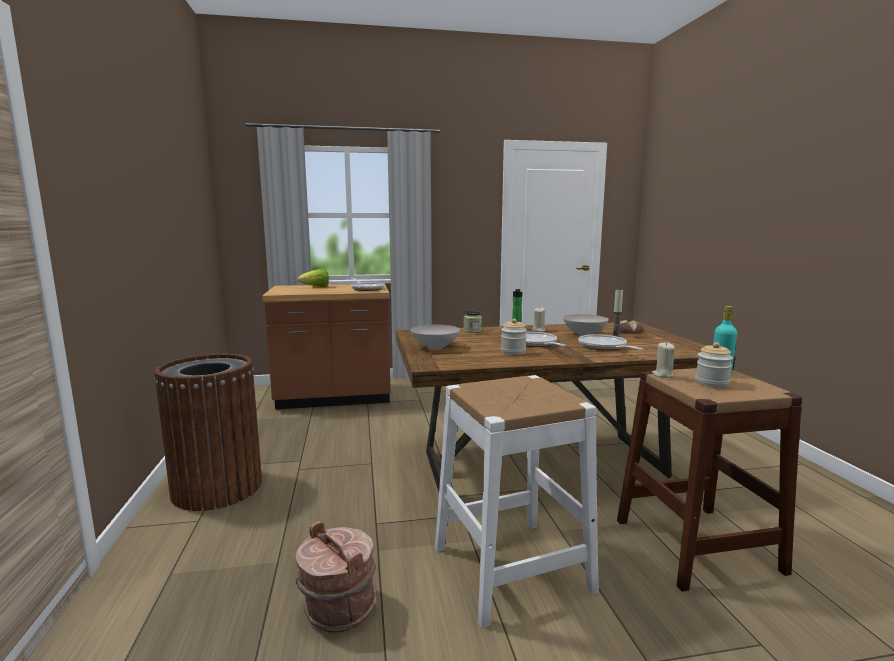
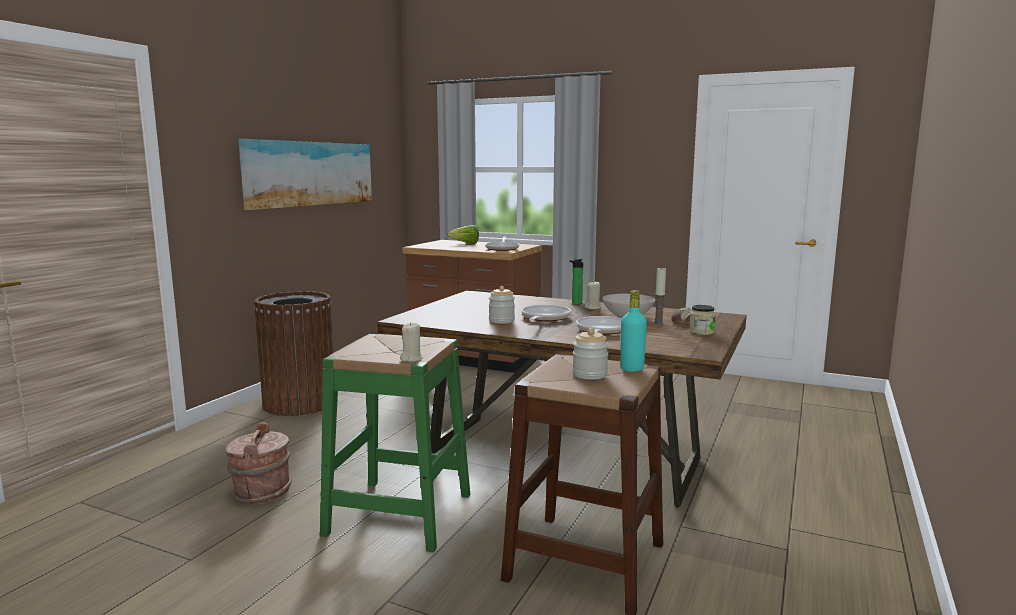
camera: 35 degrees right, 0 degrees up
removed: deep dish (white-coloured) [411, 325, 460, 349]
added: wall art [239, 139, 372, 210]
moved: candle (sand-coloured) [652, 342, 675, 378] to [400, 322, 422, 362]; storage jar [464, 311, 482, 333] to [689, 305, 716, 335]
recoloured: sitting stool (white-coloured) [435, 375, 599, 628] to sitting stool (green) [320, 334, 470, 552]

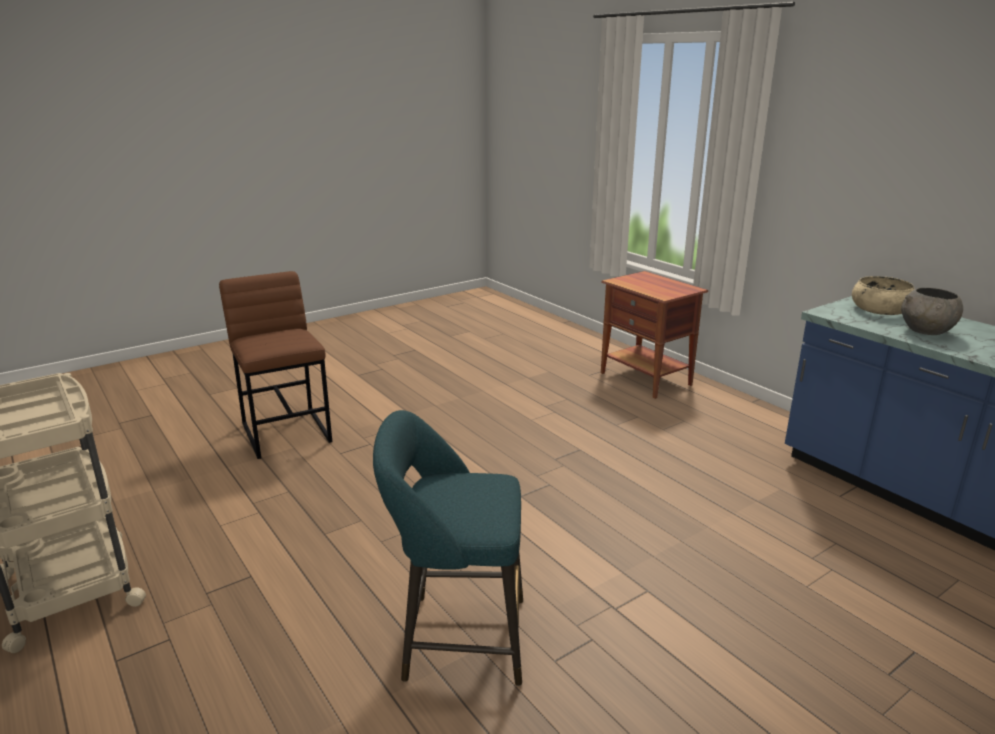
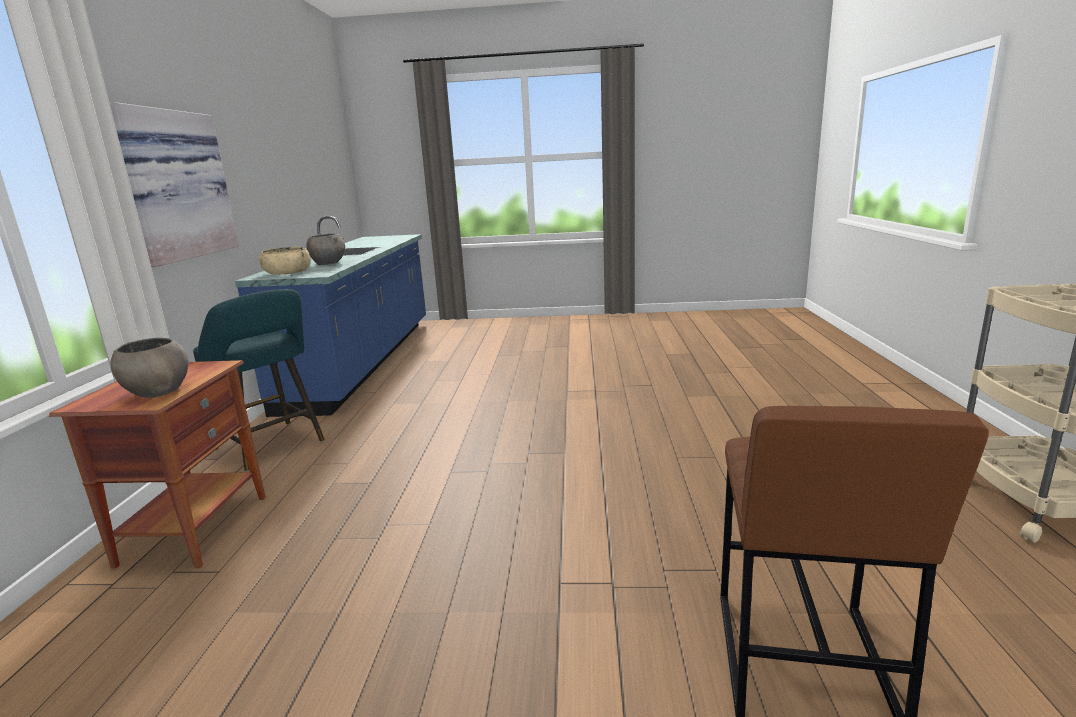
camera: 140 degrees left, 5 degrees down
added: wall art [109, 102, 239, 267]; deep dish (grey) [110, 338, 189, 398]
moved: sitting stool (blue-green) [373, 410, 523, 686] to [193, 289, 324, 471]

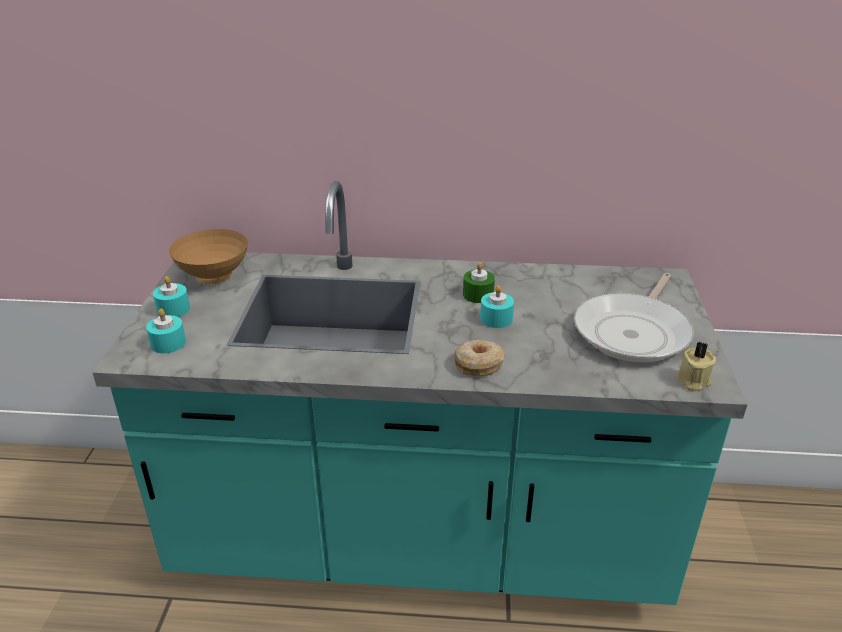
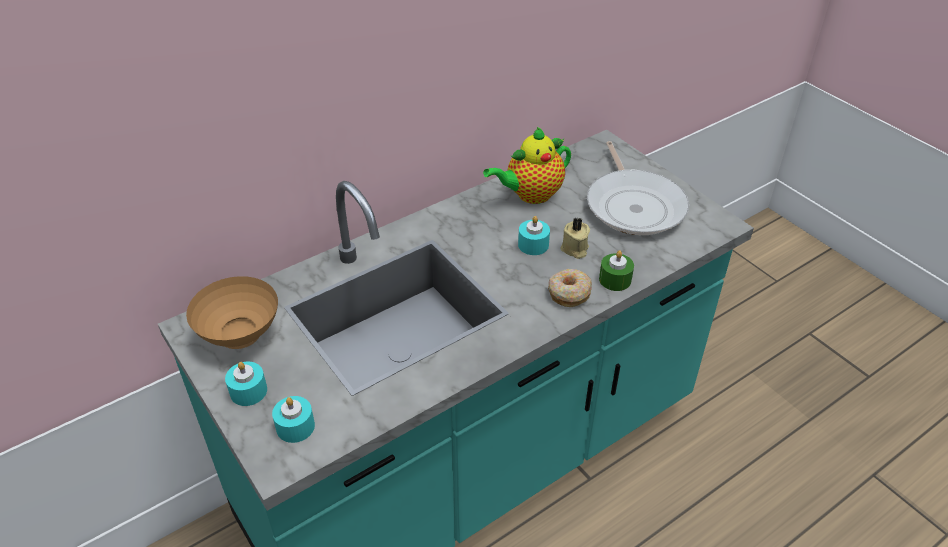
camera: 40 degrees left, 10 degrees up
added: pot for tea [483, 127, 571, 204]
moved: candle (sand-coloured) [676, 342, 716, 391] to [561, 217, 590, 259]; candle (green) [463, 262, 495, 303] to [599, 250, 634, 291]

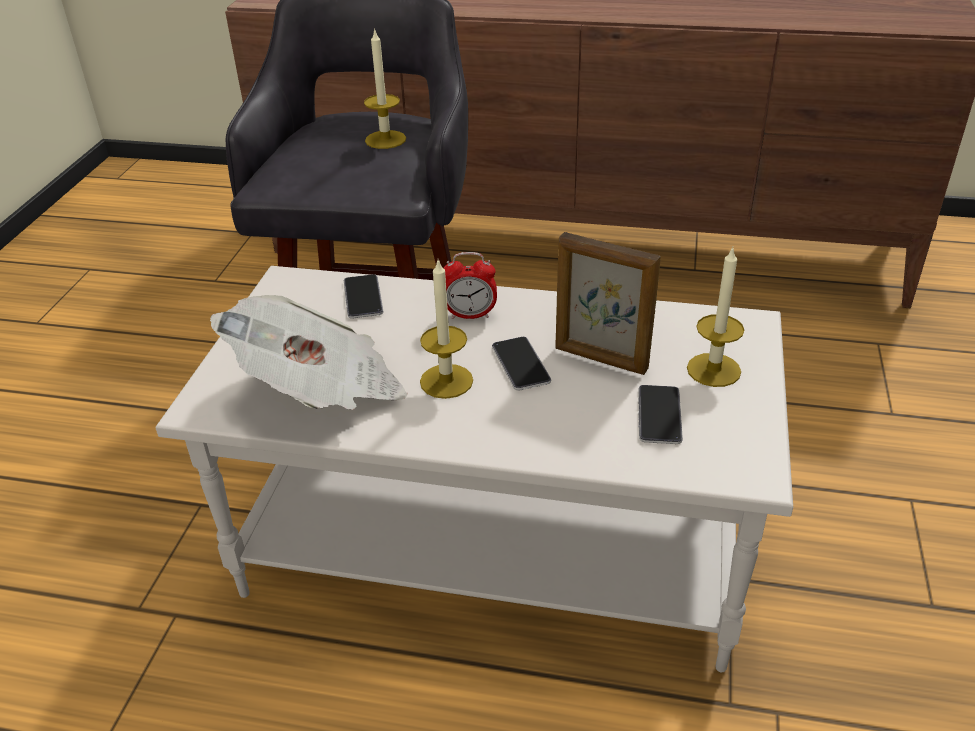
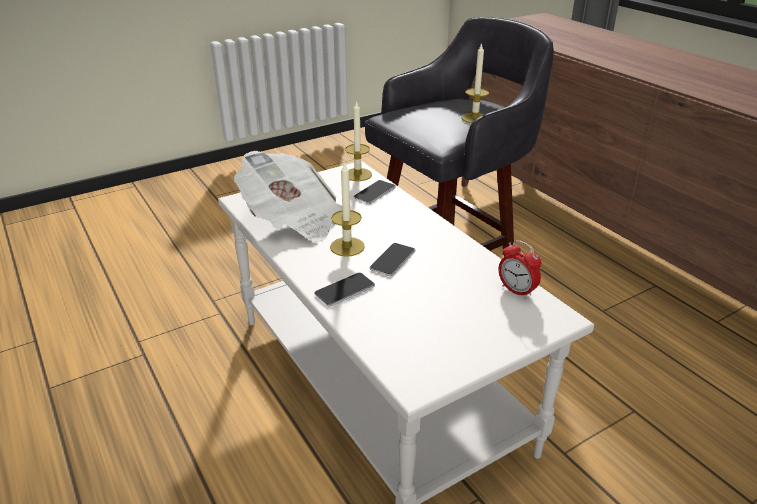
camera: 45 degrees right, 5 degrees down
removed: photo frame [556, 232, 661, 375]
moved: telephone [638, 385, 683, 444] to [314, 273, 375, 306]; candle [687, 247, 744, 387] to [345, 100, 372, 181]; bedside clock [444, 252, 497, 319] to [498, 240, 541, 299]

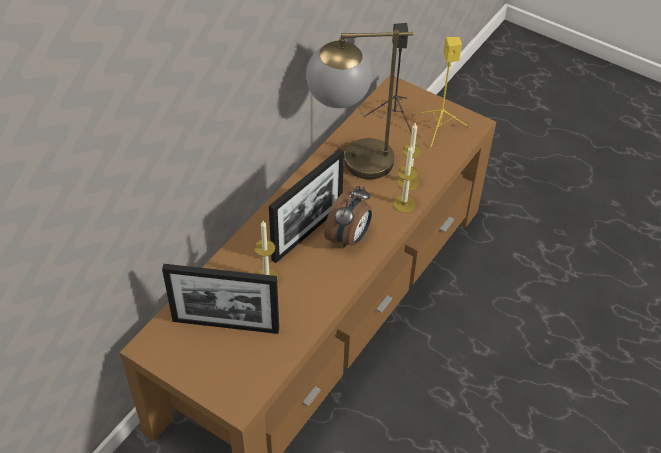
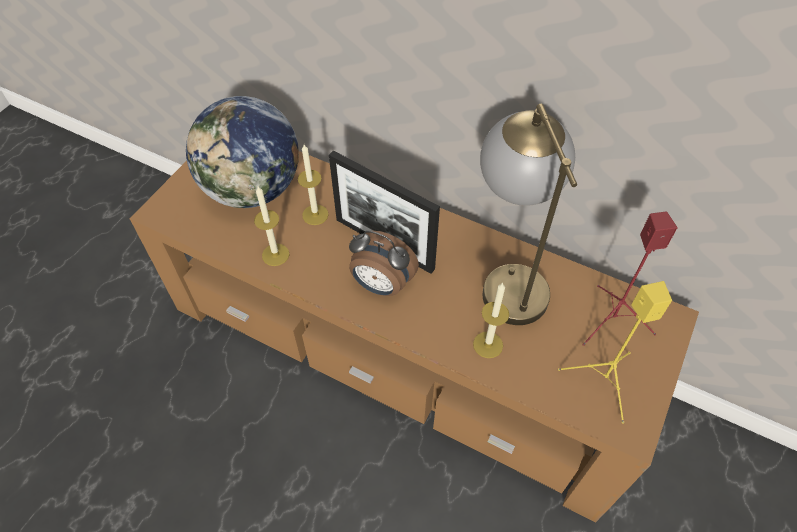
camera: 85 degrees right, 5 degrees up
moved: candle [393, 145, 418, 213] to [254, 186, 289, 266]
replaced: photo frame [162, 264, 279, 334] to desk globe [186, 96, 299, 208]
recoloured: loudspeaker (black) [364, 23, 412, 134] to loudspeaker (red-coloured) [583, 211, 678, 346]

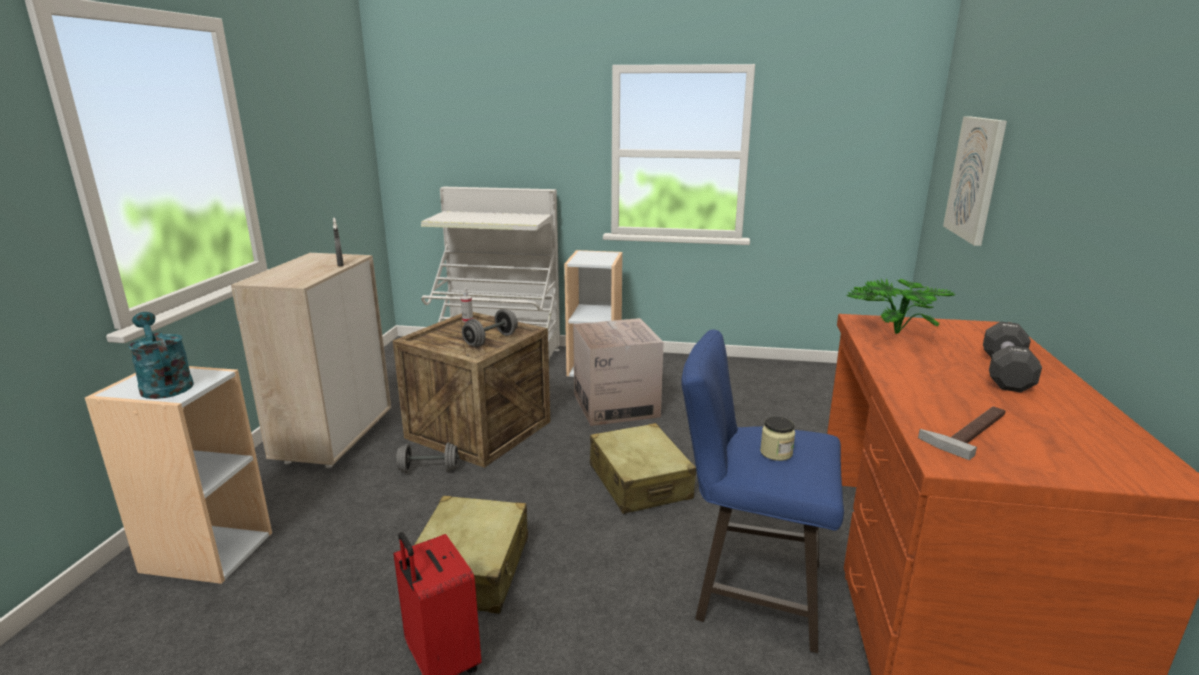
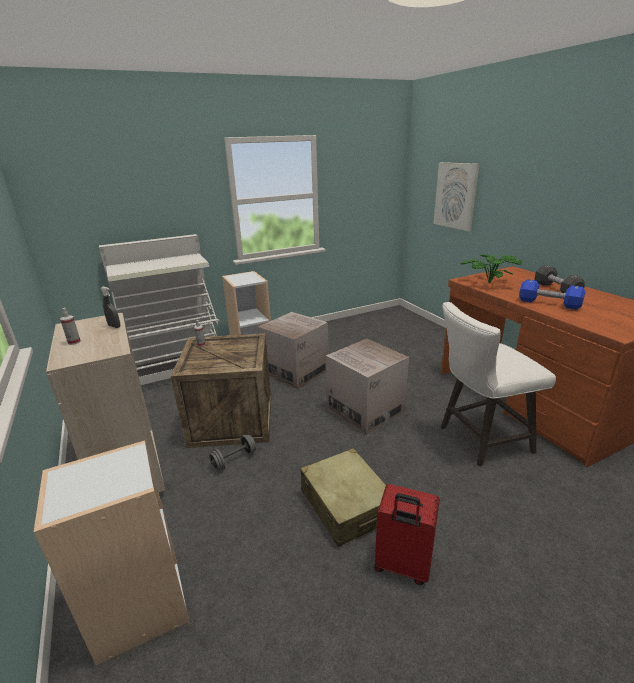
camera: 35 degrees left, 5 degrees up
removed: sprinkling can (blue-green) [128, 312, 194, 399]; dumbbell (grey) [462, 309, 518, 347]; storage jar [760, 417, 795, 461]; hammer [918, 407, 1005, 460]
added: sprayer [60, 308, 81, 345]; dumbbell (blue) [519, 279, 586, 310]
replaced: piece of luggage (sand-coloured) [590, 423, 696, 514] to cardboard box [326, 339, 409, 435]
recoloured: sitting stool (blue) [681, 329, 844, 653] to sitting stool (white-coloured) [441, 302, 556, 466]

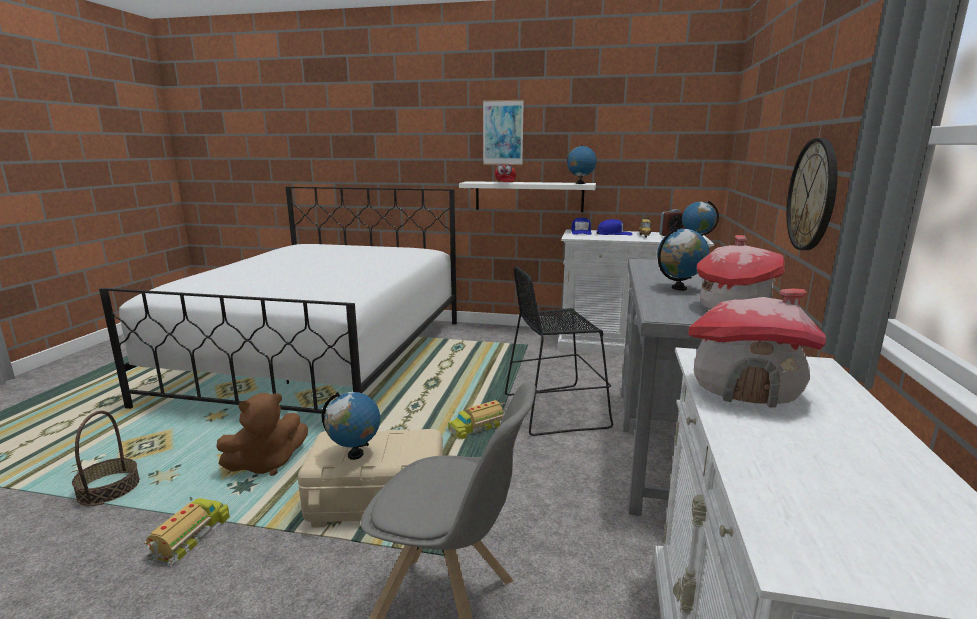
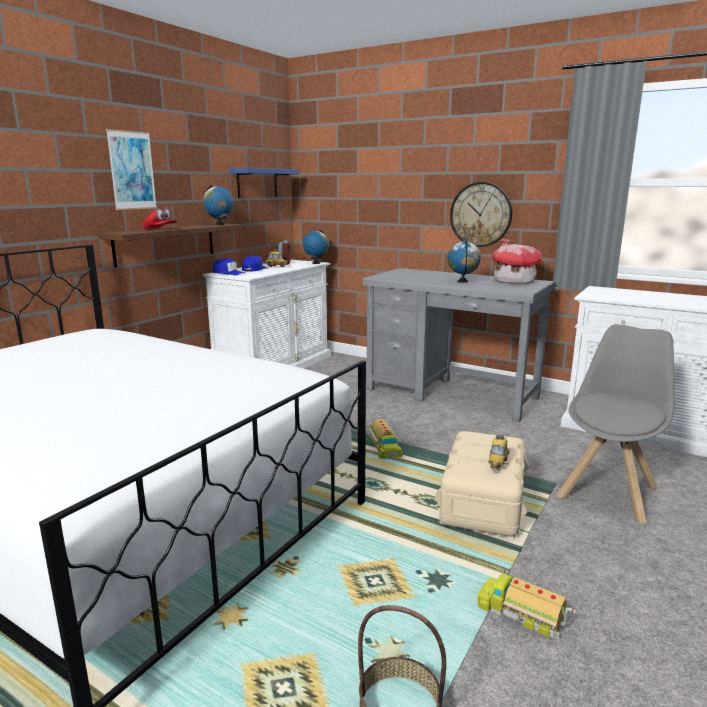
camera: 70 degrees left, 0 degrees up
removed: plush toy (brown) [216, 393, 308, 476]; sitting stool (black) [505, 267, 613, 436]; toy house [688, 289, 826, 408]
added: shelf (blue) [229, 168, 299, 198]
replaced: desk globe [322, 392, 380, 460] to miniature car [488, 435, 510, 470]
recoloured: shelf (white-coloured) [459, 181, 596, 212] to shelf (brown) [98, 224, 241, 268]

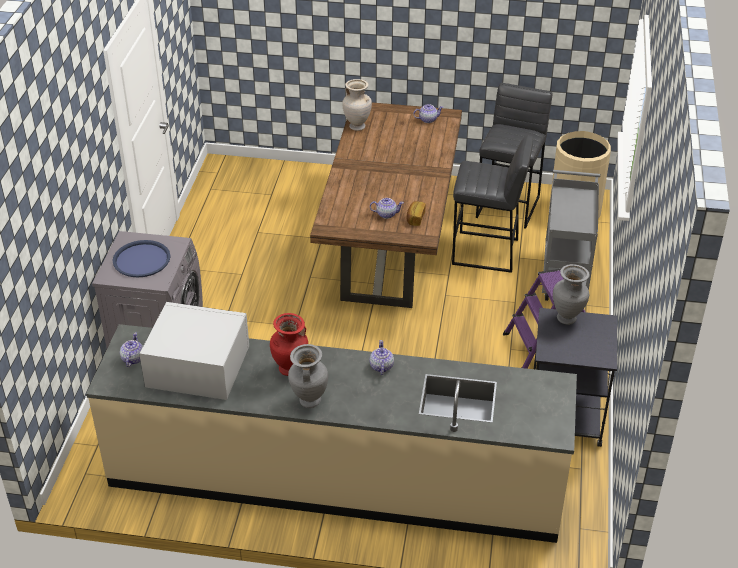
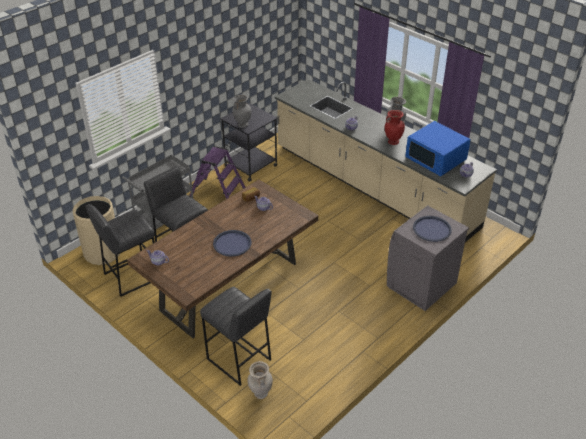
camera: 145 degrees left, 0 degrees up
added: sitting stool (grey) [200, 287, 272, 386]; carrying tray (blue) [213, 230, 252, 257]
moved: vase (sand-coloured) [342, 79, 372, 131] to [248, 361, 273, 399]
recoloured: microwave oven (white-coloured) [139, 302, 249, 400] to microwave oven (blue) [405, 121, 471, 176]

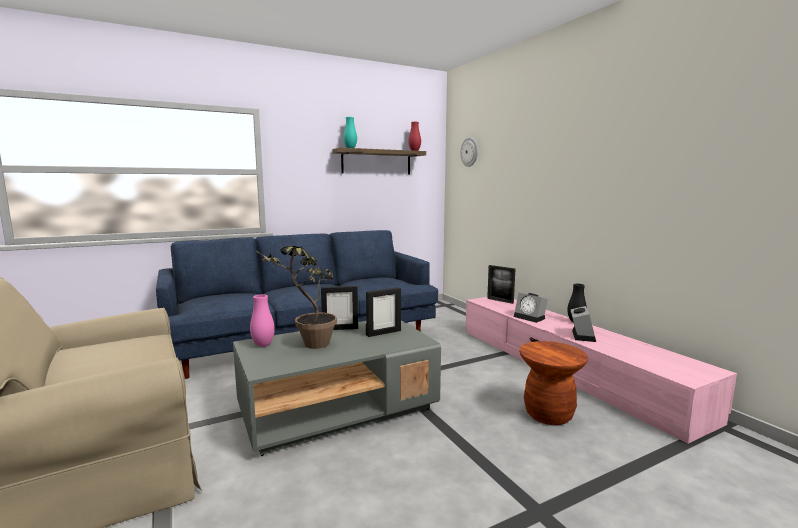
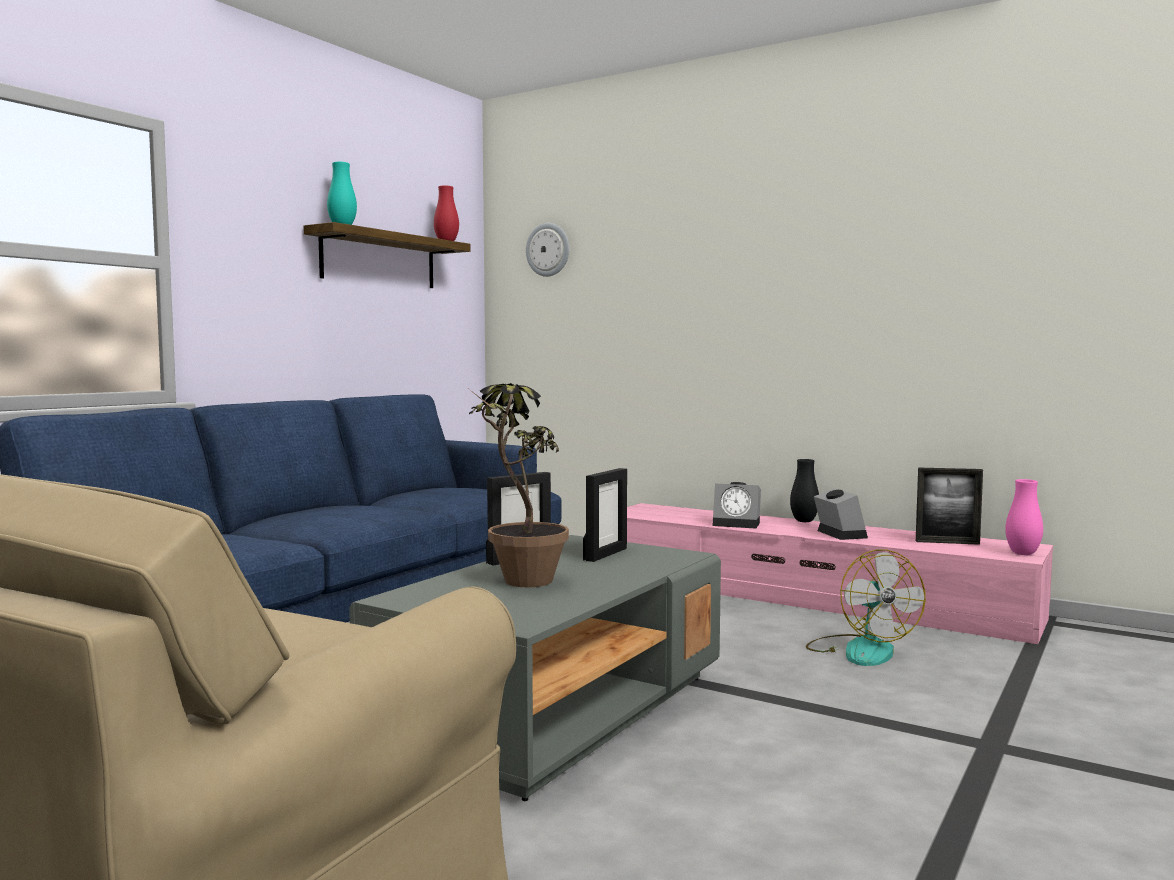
camera: 30 degrees left, 5 degrees down
moved: photo frame [487, 265, 515, 304] to [916, 468, 983, 545]; vase (pink-coloured) [250, 294, 275, 347] to [1005, 479, 1043, 555]
replaced: sitting stool (brown) [519, 341, 588, 425] to cooling fan [806, 549, 926, 666]

